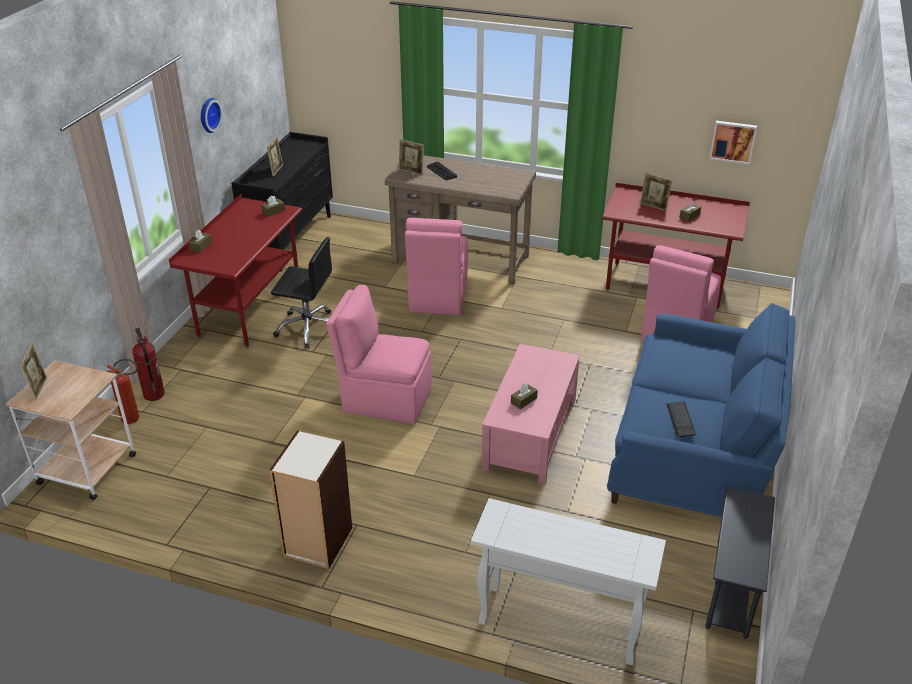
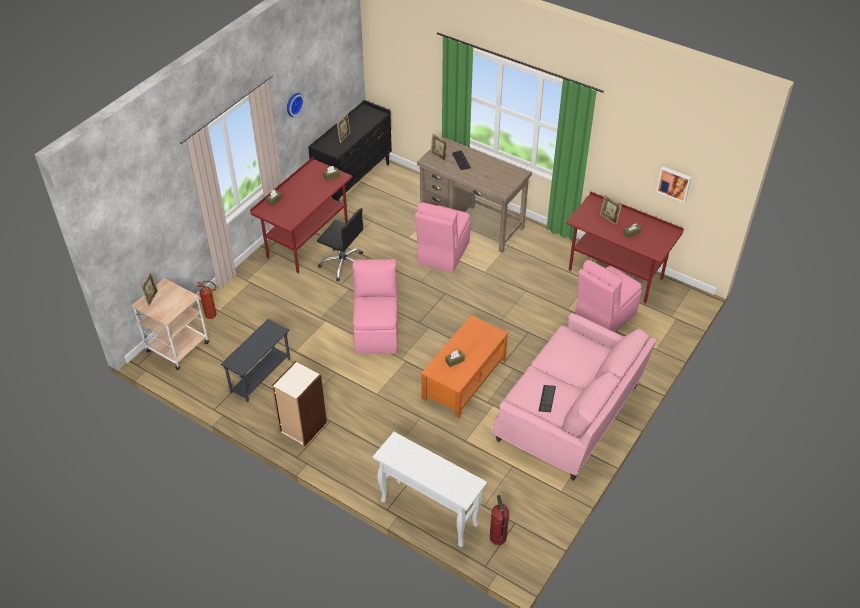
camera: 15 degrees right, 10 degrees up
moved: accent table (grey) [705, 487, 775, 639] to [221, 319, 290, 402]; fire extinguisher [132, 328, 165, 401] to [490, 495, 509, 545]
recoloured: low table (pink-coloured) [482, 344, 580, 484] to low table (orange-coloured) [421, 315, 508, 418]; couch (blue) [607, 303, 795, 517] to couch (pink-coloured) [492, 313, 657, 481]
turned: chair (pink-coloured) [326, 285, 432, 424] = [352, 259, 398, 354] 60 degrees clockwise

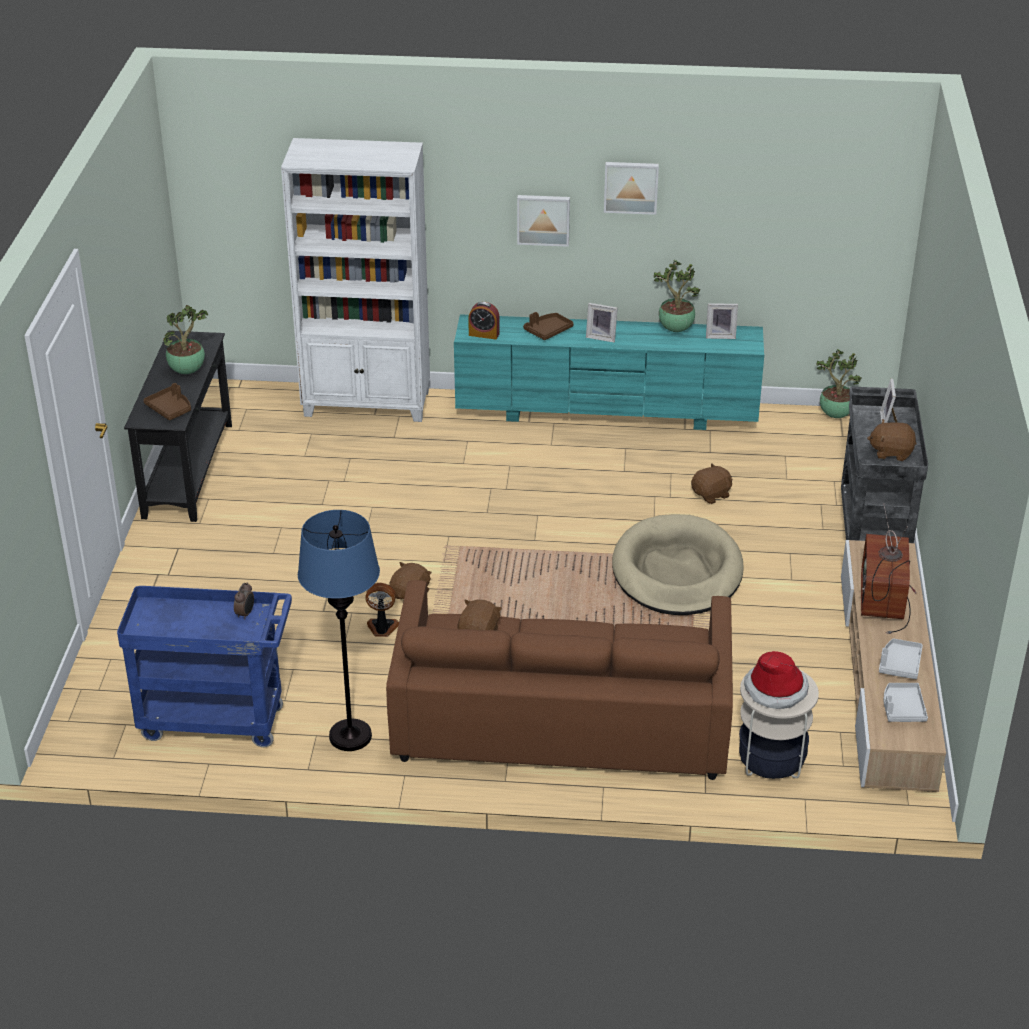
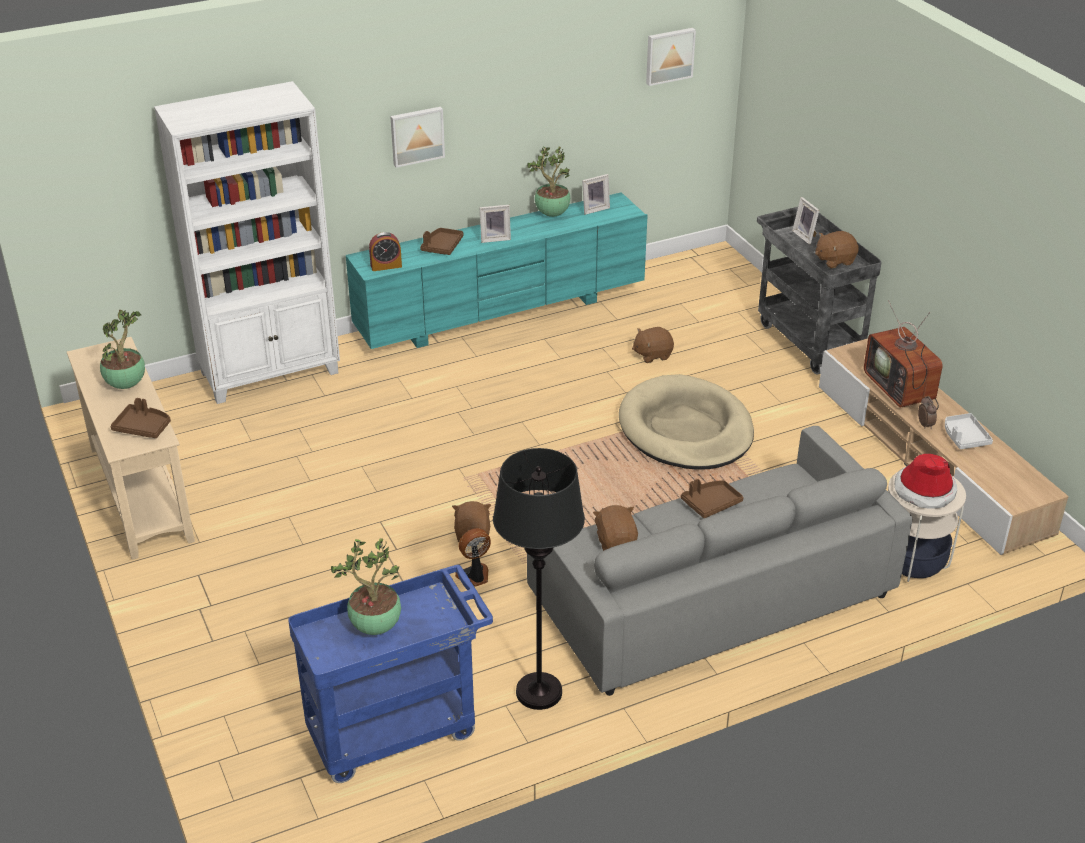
camera: 30 degrees left, 0 degrees up
removed: carrying tray (grey) [884, 683, 928, 722]
added: carrying tray (brown) [681, 479, 743, 518]
moved: plant in a pot [816, 349, 862, 418] to [331, 538, 401, 635]; wall art [604, 162, 659, 215] to [646, 28, 696, 86]; bedside clock [234, 582, 254, 620] to [918, 396, 937, 429]
recoloured: hall table (black) [124, 331, 232, 522] to hall table (sand-coloured) [67, 337, 195, 560]; standard lamp (blue) [298, 510, 380, 751] to standard lamp (black) [493, 448, 585, 710]; couch (brown) [386, 580, 733, 780] to couch (grey) [527, 426, 912, 696]
turned: plush toy (brown) [691, 463, 733, 504] = [632, 327, 674, 363] 135 degrees counterclockwise

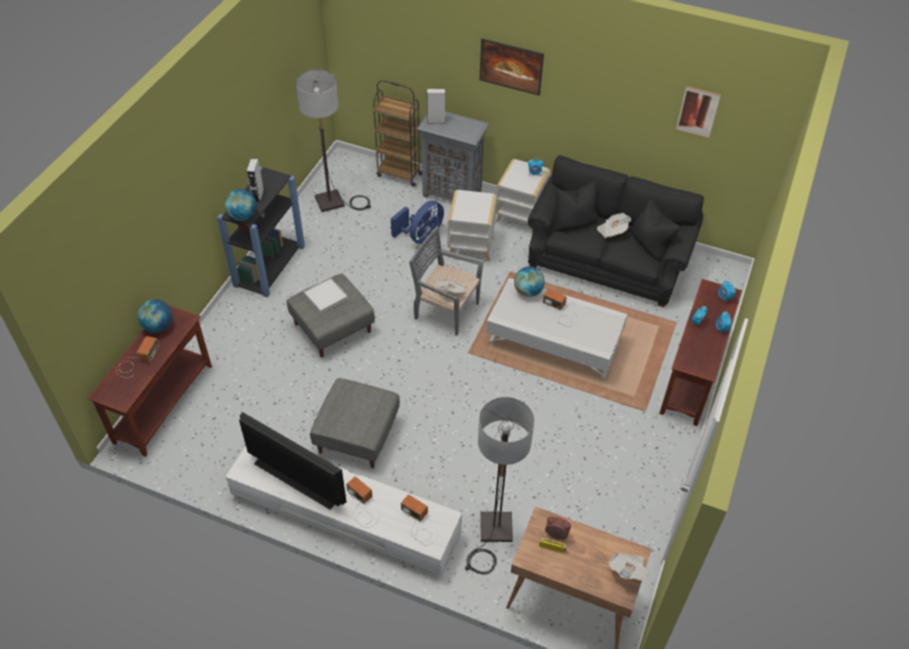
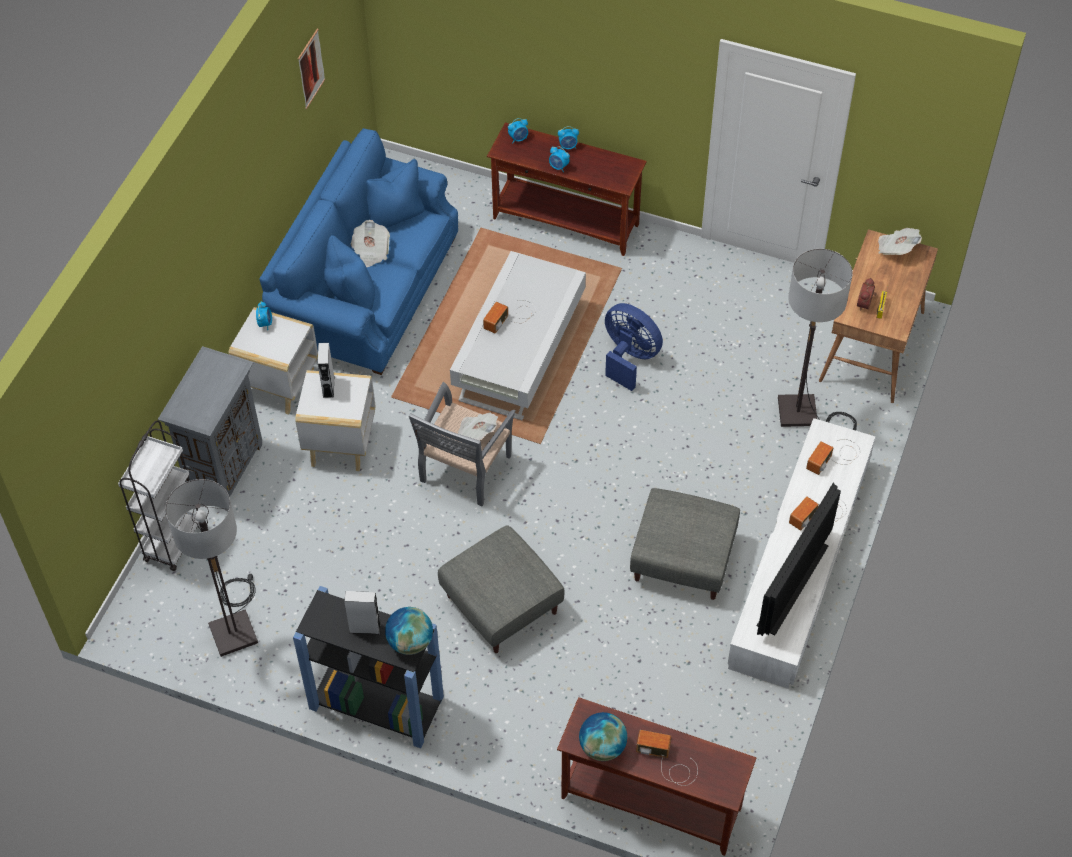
camera: 90 degrees left, 5 degrees up
removed: carrying tray (white-coloured) [303, 277, 348, 314]; wall art [479, 38, 544, 96]; desk globe [514, 267, 545, 297]
moved: loudspeaker (grey) [427, 89, 445, 124] to [318, 343, 334, 398]; cooling fan (blue) [391, 201, 444, 244] to [605, 303, 663, 391]
recoloured: cart (brown) [373, 80, 422, 187] to cart (white-coloured) [118, 420, 199, 571]; couch (black) [528, 155, 704, 307] to couch (blue) [259, 128, 458, 375]

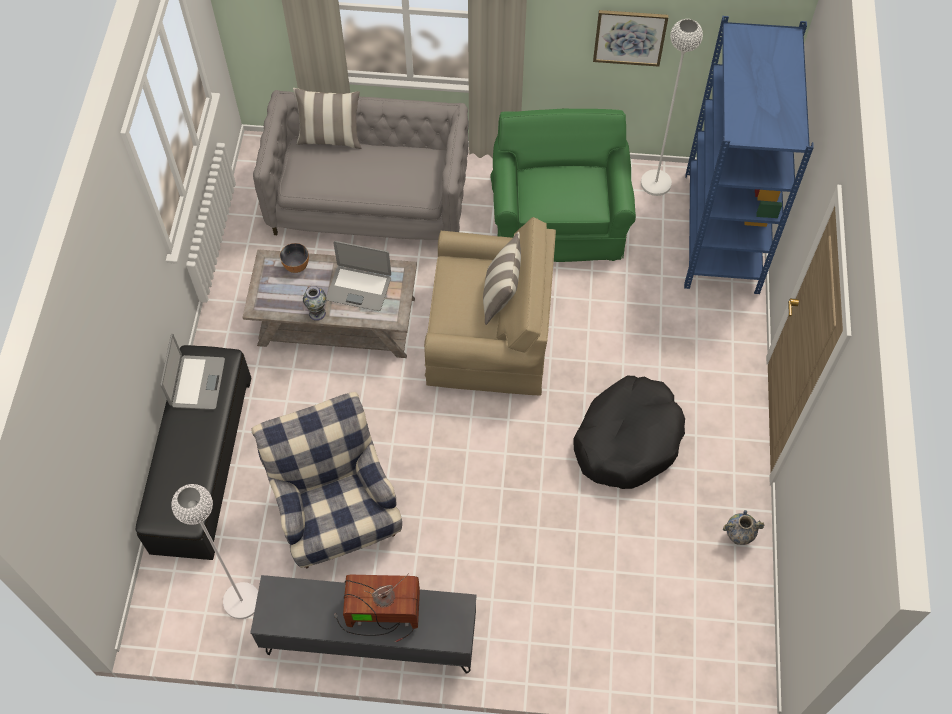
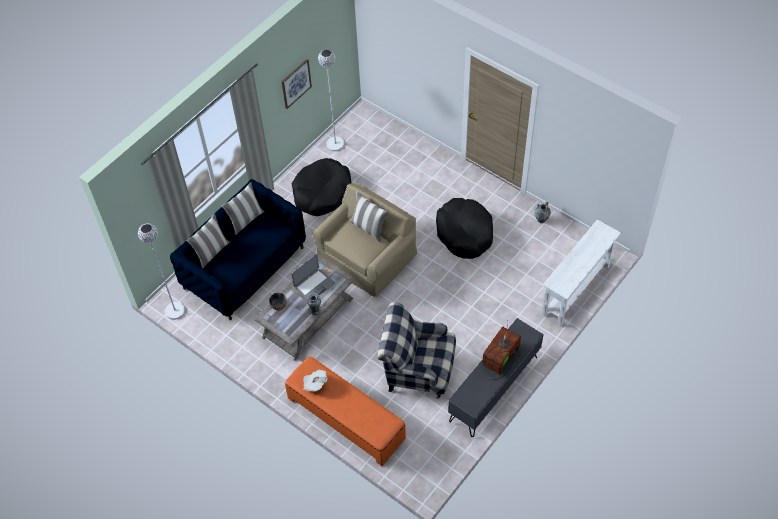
camera: 55 degrees left, 5 degrees down
removed: bookshelf (blue) [684, 16, 814, 294]
added: throw pillow [222, 182, 265, 235]; hall table (white-coloured) [542, 219, 621, 326]
moved: standard lamp (white-coloured) [171, 484, 258, 619] to [138, 223, 185, 320]
replaced: lounge chair (green) [490, 109, 636, 262] to dog cushion (black) [292, 158, 352, 216]; laptop [160, 334, 225, 410] to printed paper [303, 369, 327, 391]
recoloured: couch (grey) [253, 90, 469, 240] to couch (blue) [170, 179, 306, 321]; long seat (black) [135, 345, 251, 560] to long seat (orange-coloured) [285, 356, 406, 466]

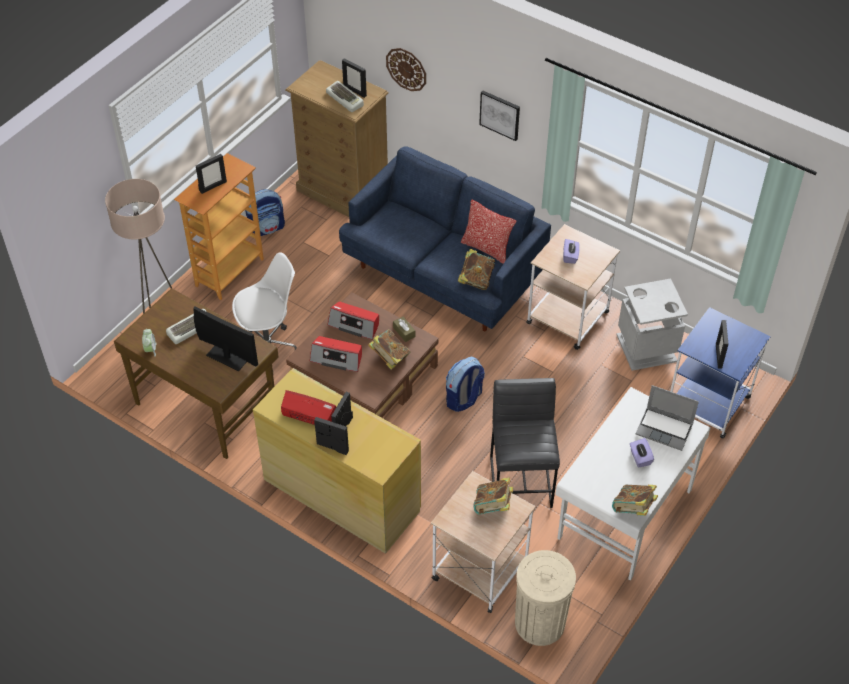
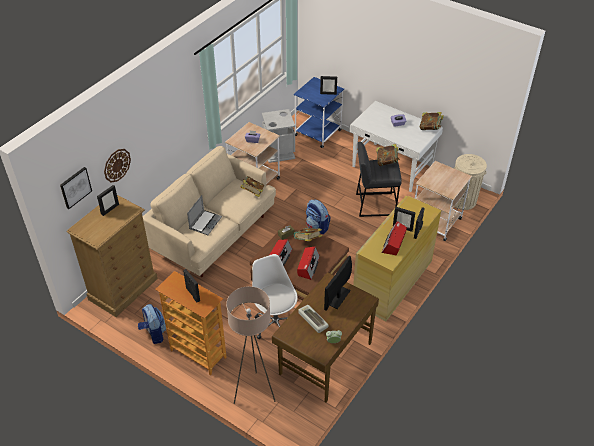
camera: 90 degrees left, 5 degrees down
removed: keyboard [326, 81, 364, 112]; throw pillow [461, 199, 516, 264]
moved: wall art [479, 91, 520, 141] to [60, 167, 92, 209]; laptop [636, 385, 699, 451] to [187, 195, 222, 235]; volume [473, 477, 513, 515] to [376, 144, 400, 166]
recoloured: couch (blue) [339, 146, 551, 332] to couch (sand-coloured) [143, 146, 276, 277]

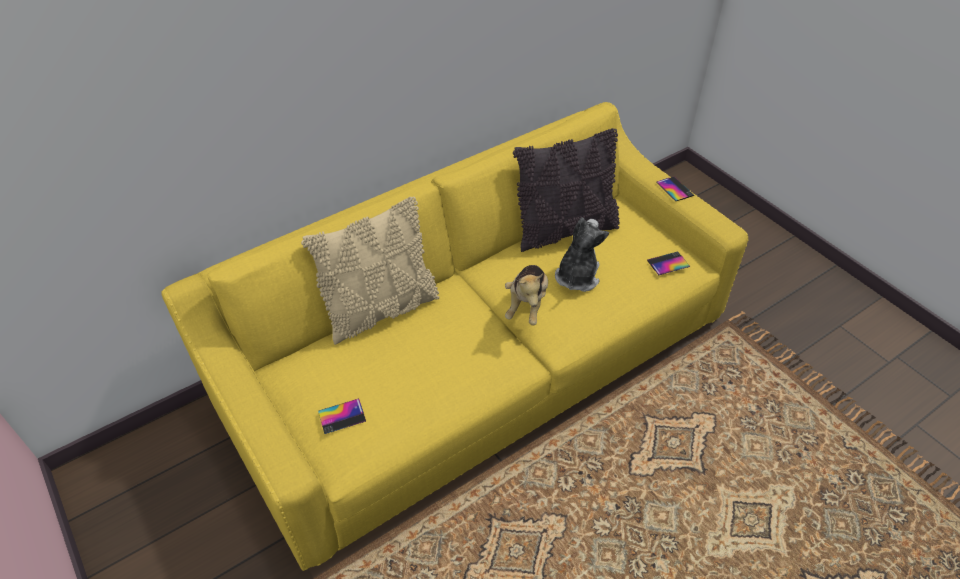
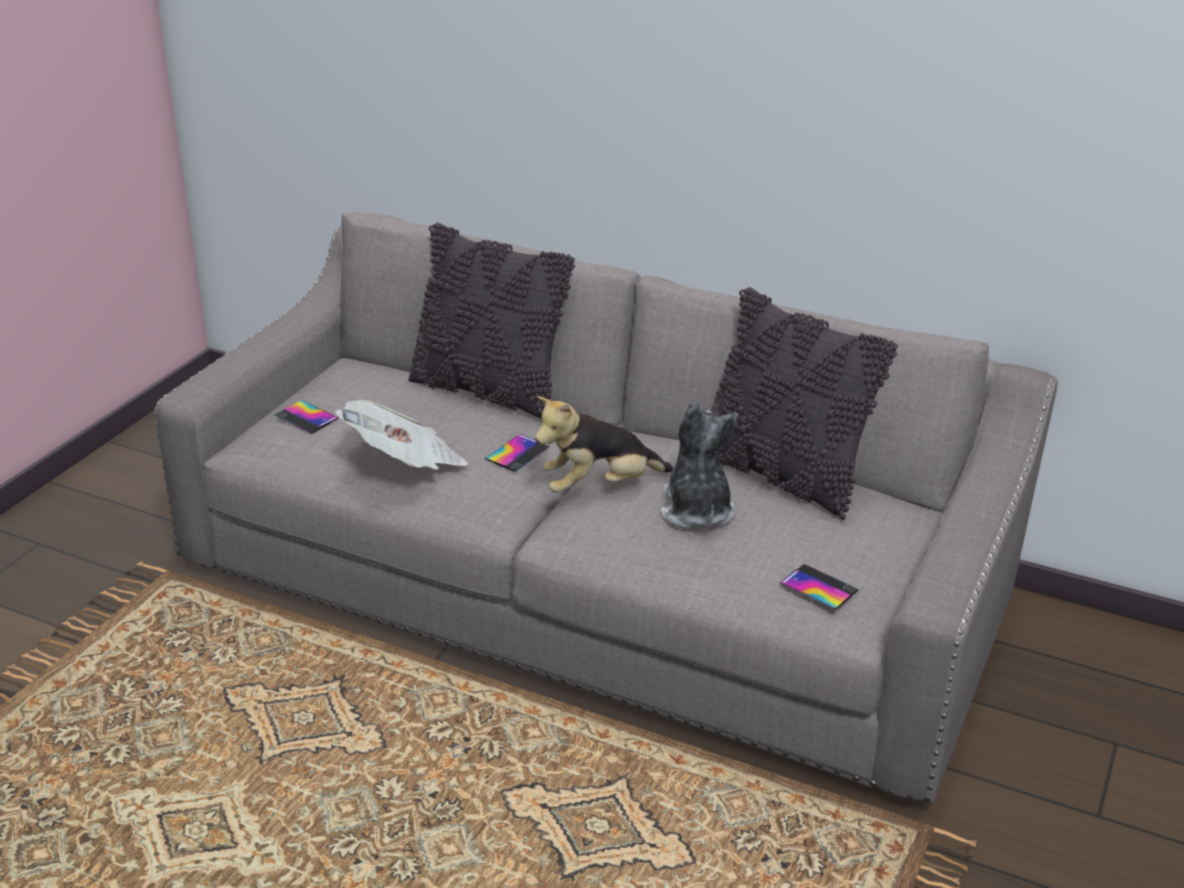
camera: 60 degrees right, 15 degrees down
added: printed paper [335, 400, 468, 470]
moved: telephone [656, 176, 694, 201] to [485, 434, 550, 472]
recoloured: couch (yellow) [162, 102, 748, 571] to couch (grey) [154, 212, 1058, 804]; throw pillow (sand-coloured) [301, 197, 439, 345] to throw pillow (black) [409, 222, 575, 418]
turned: plush toy [555, 217, 609, 292] = [660, 401, 738, 528] 90 degrees counterclockwise

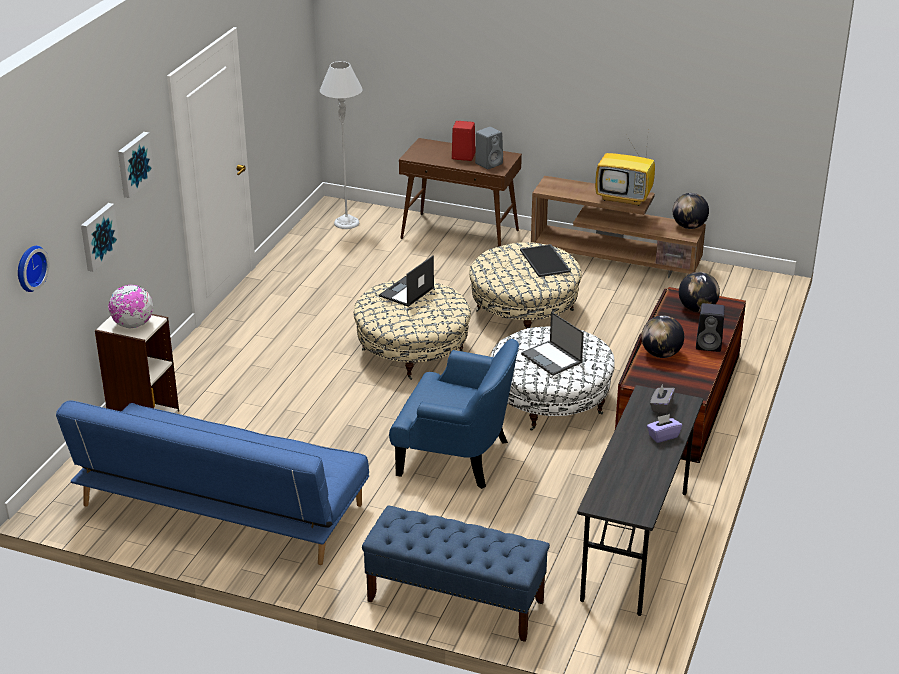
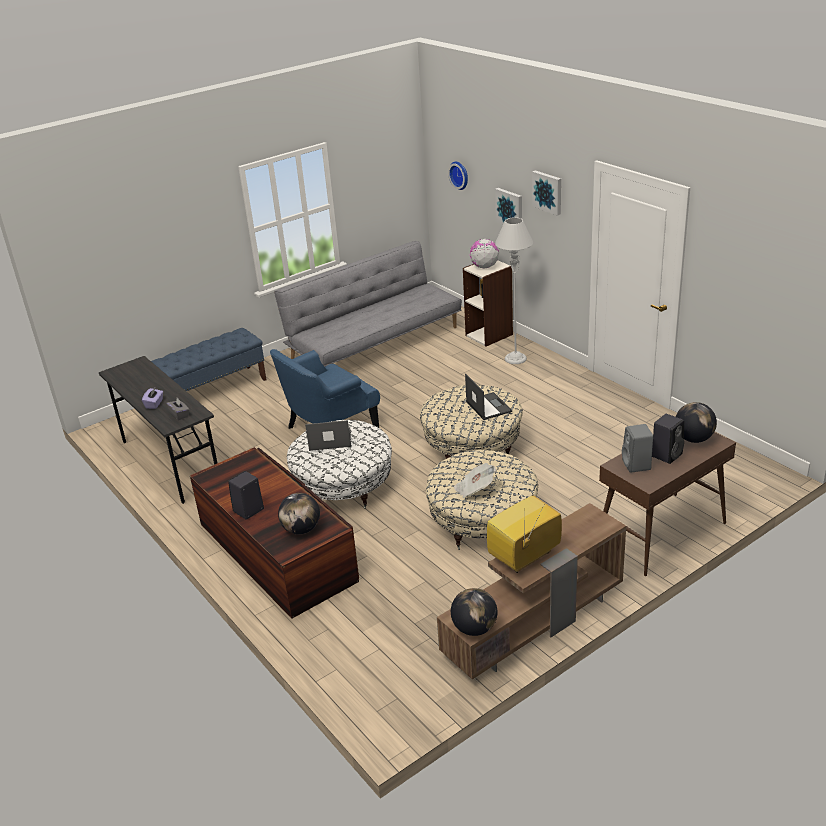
camera: 125 degrees right, 0 degrees up
moved: standard lamp (grey) [320, 61, 363, 229] to [495, 217, 533, 364]; desk globe [641, 315, 684, 358] to [676, 402, 717, 443]
replaced: carrying tray [520, 244, 571, 277] to printed paper [454, 463, 496, 498]
recoloured: couch (blue) [56, 400, 369, 565] to couch (grey) [274, 241, 462, 367]; loudspeaker (red-coloured) [452, 121, 475, 161] to loudspeaker (black) [652, 414, 684, 464]

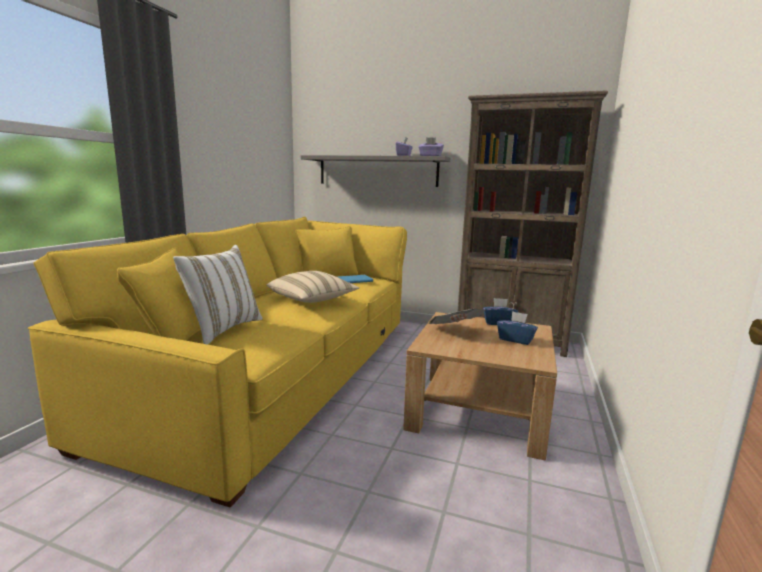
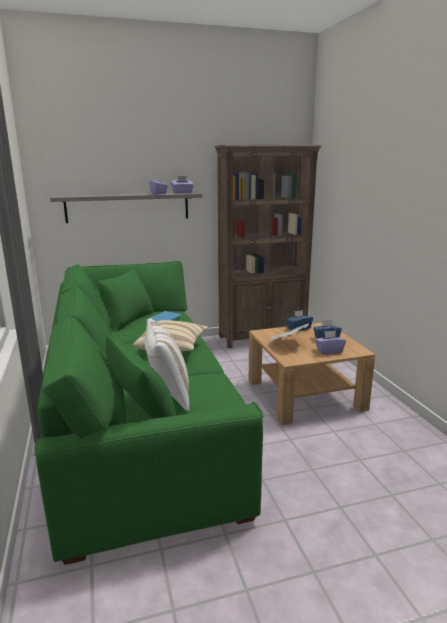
camera: 35 degrees left, 5 degrees up
added: box of tissues (purplish) [315, 331, 346, 354]
recoloured: couch (yellow) [28, 217, 407, 507] to couch (green) [34, 261, 263, 565]

